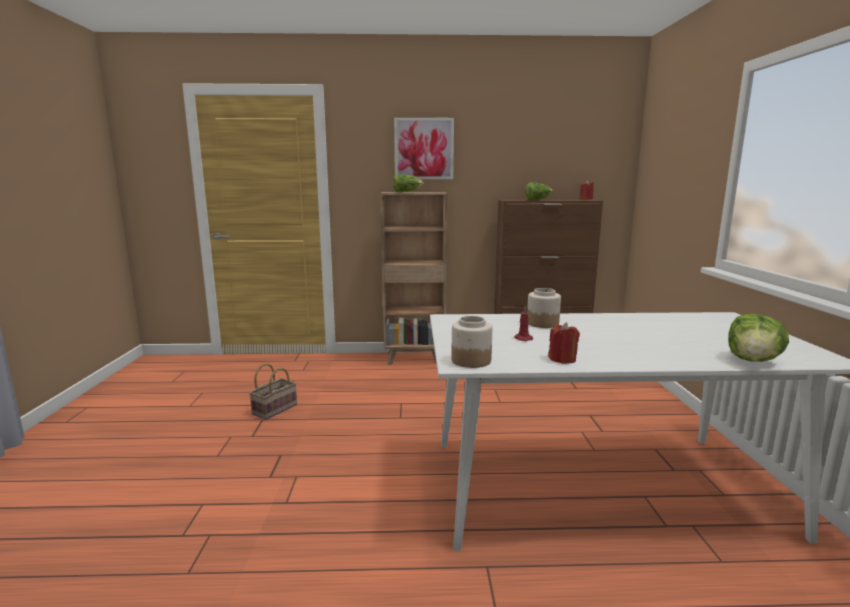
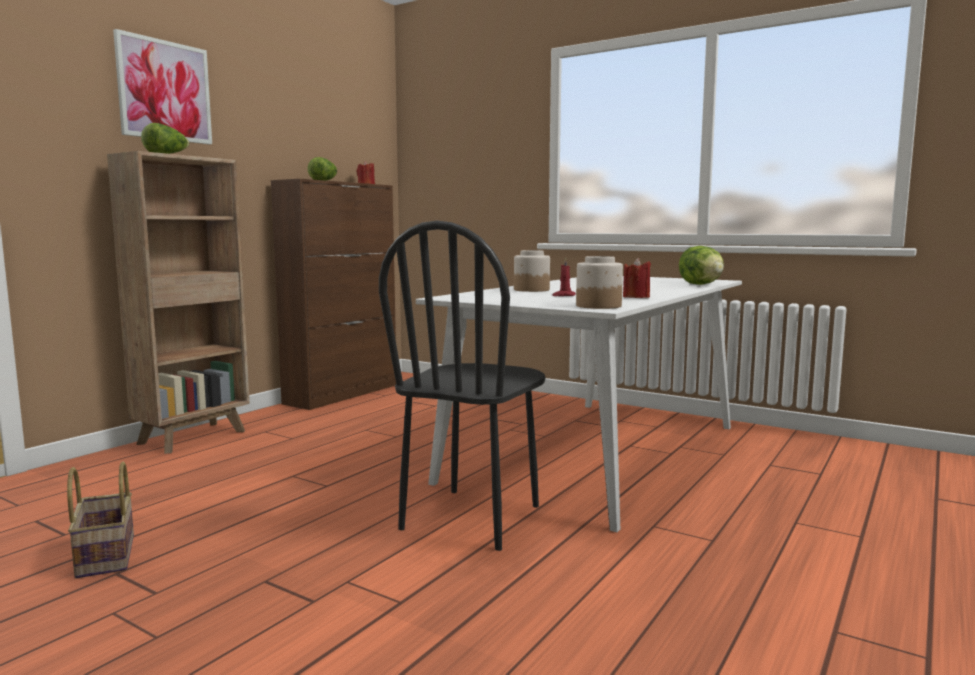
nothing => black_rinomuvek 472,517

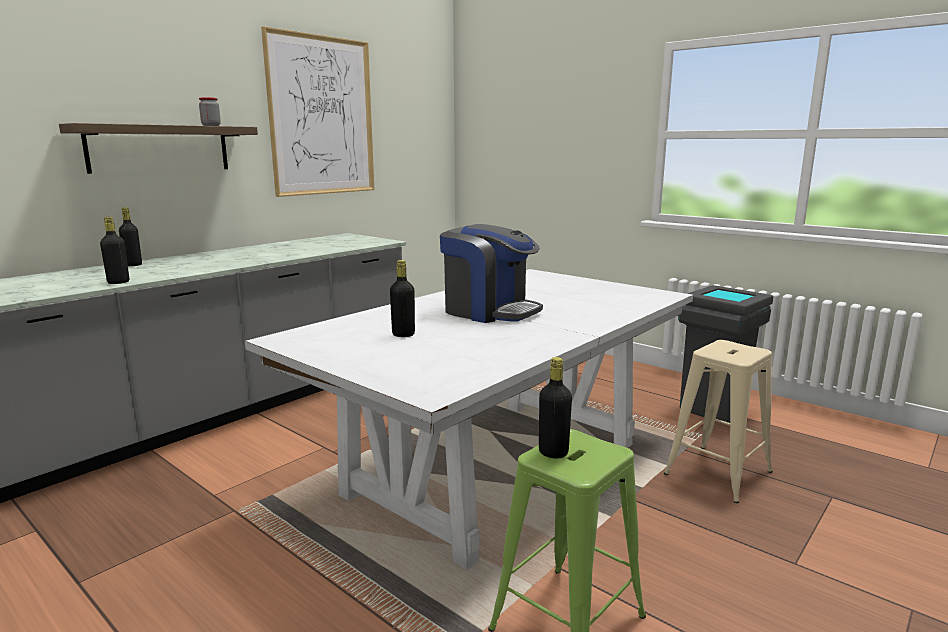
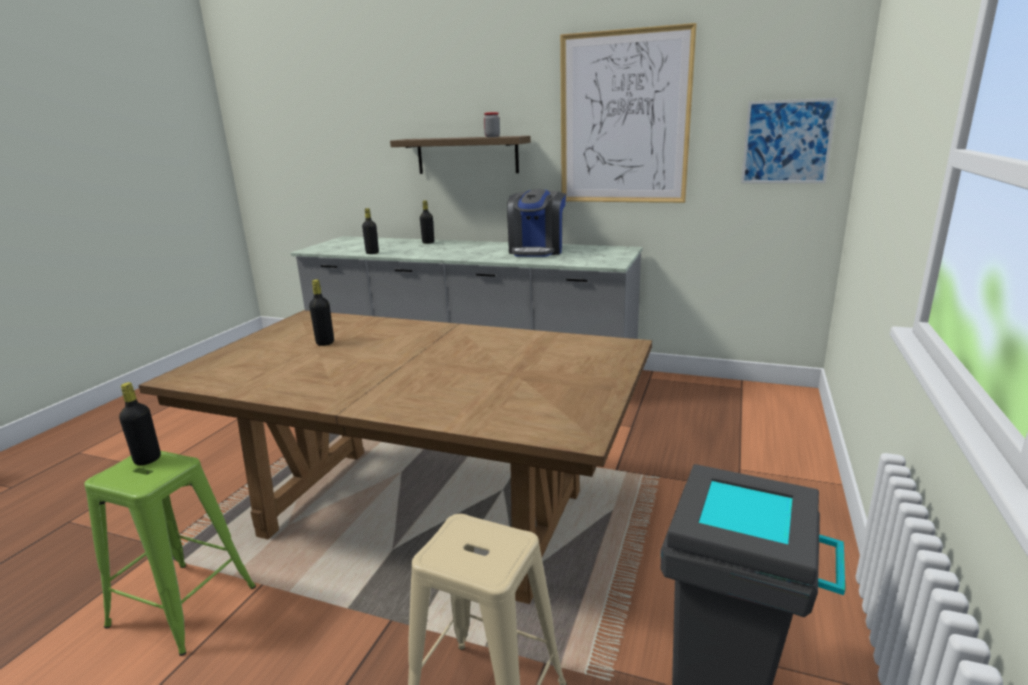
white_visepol 497,467 => brown_visepol 426,513
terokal 489,311 => terokal 537,251, move
nothing => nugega 787,142

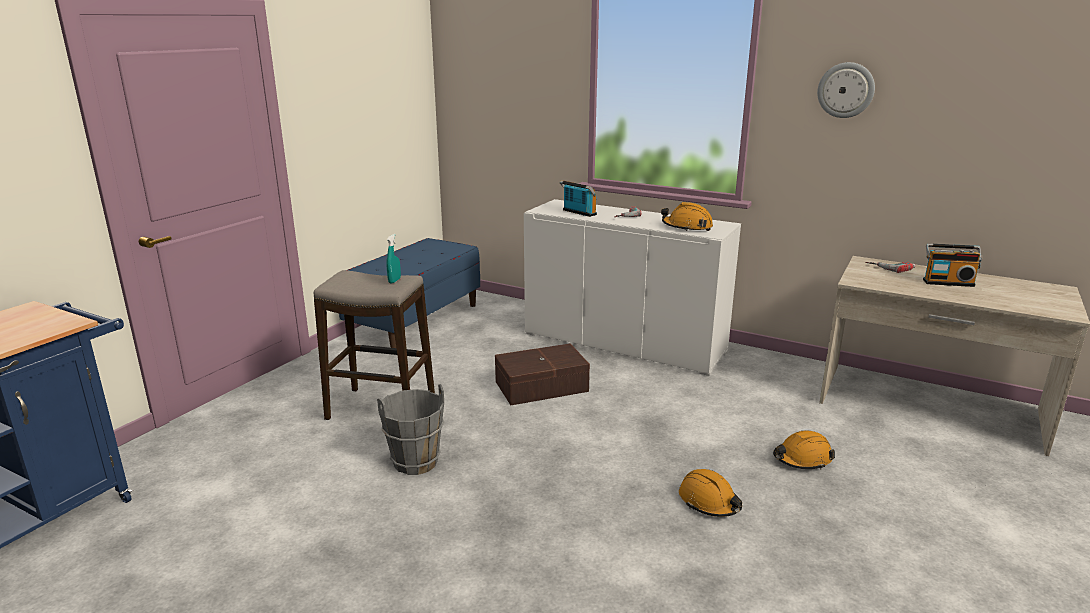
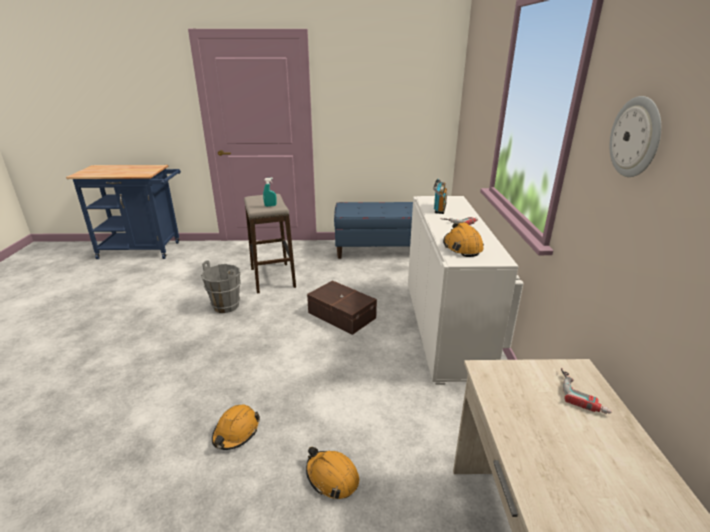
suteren 947,282 => nothing

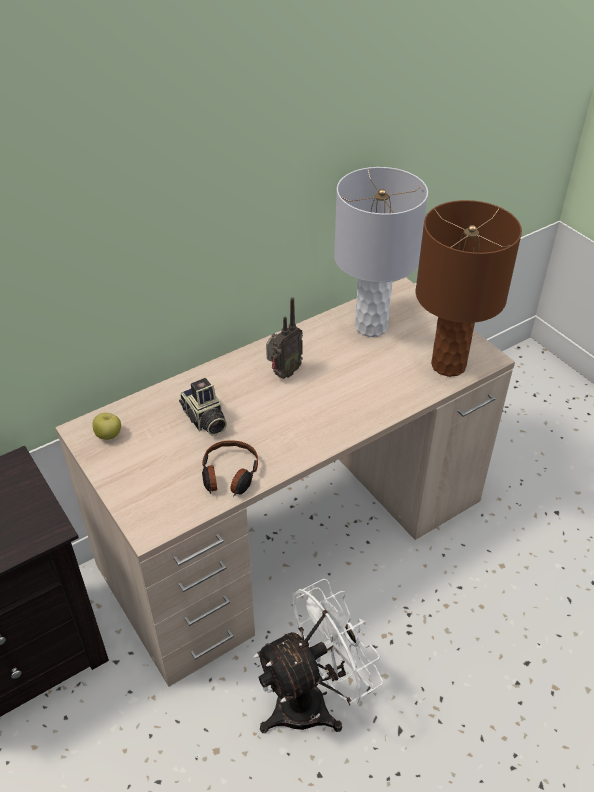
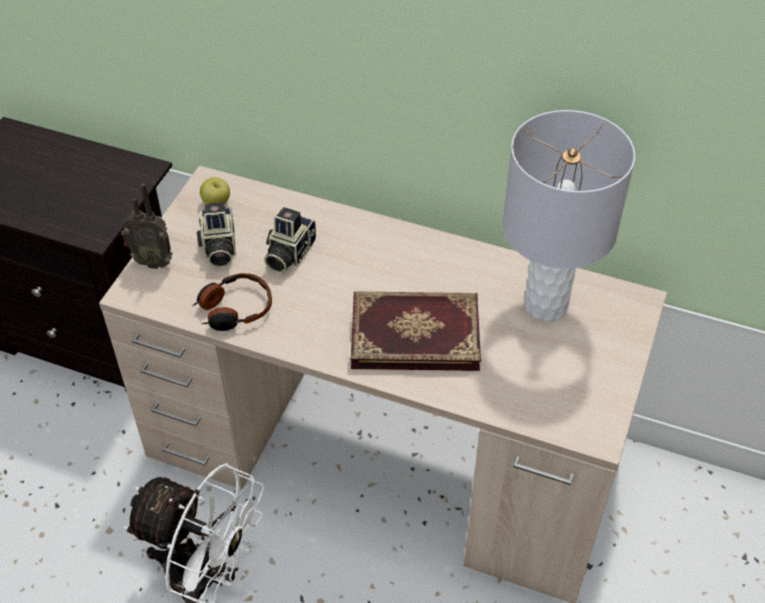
suteren 283,373 => suteren 153,261, move
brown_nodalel 449,365 => nothing
nothing => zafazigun 218,248
nothing => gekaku 415,332

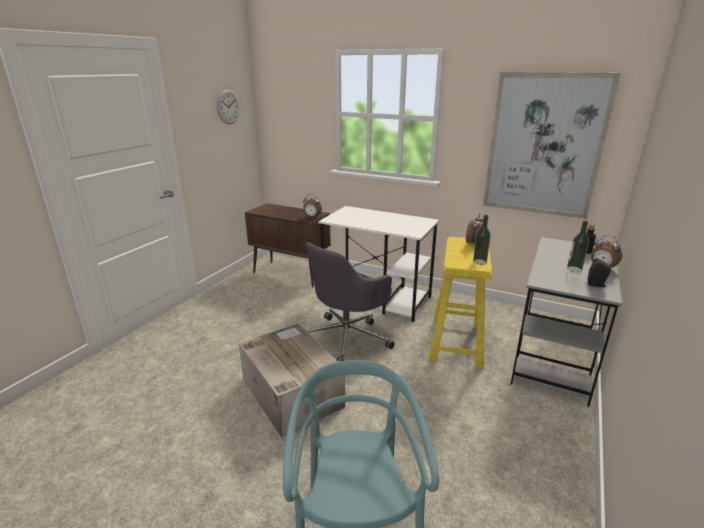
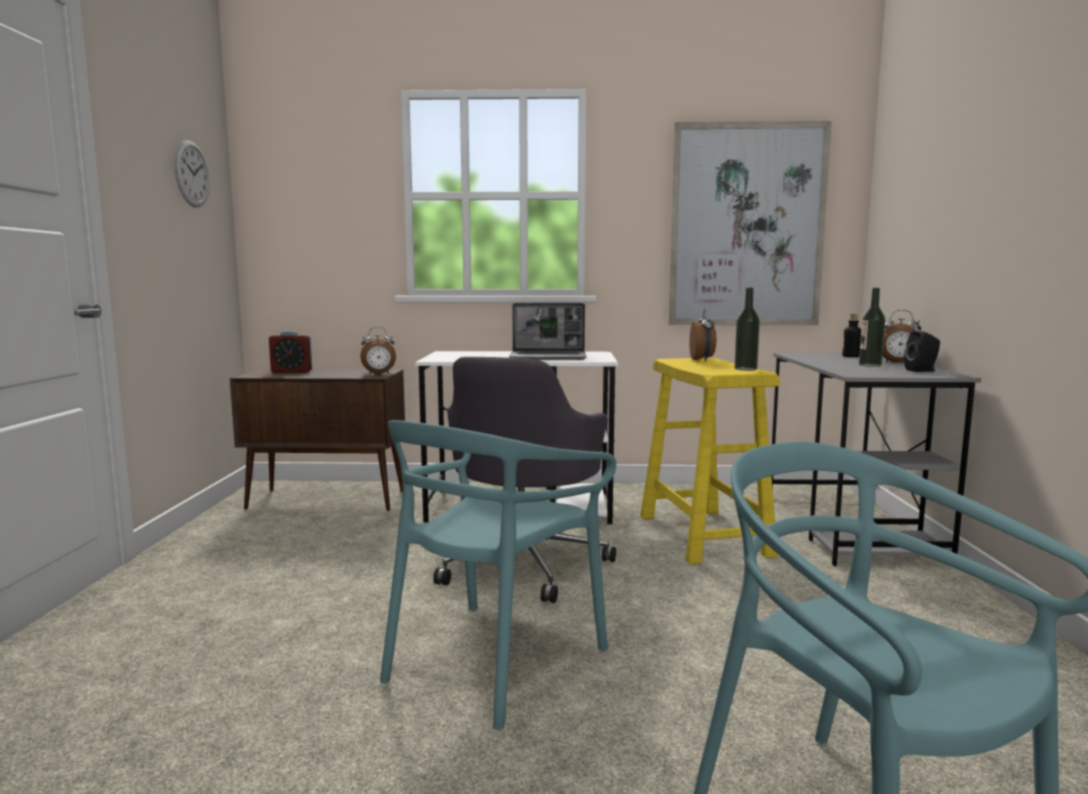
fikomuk 291,392 => turquoise_rinomuvek 493,660
nothing => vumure 291,371
nothing => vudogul 549,357

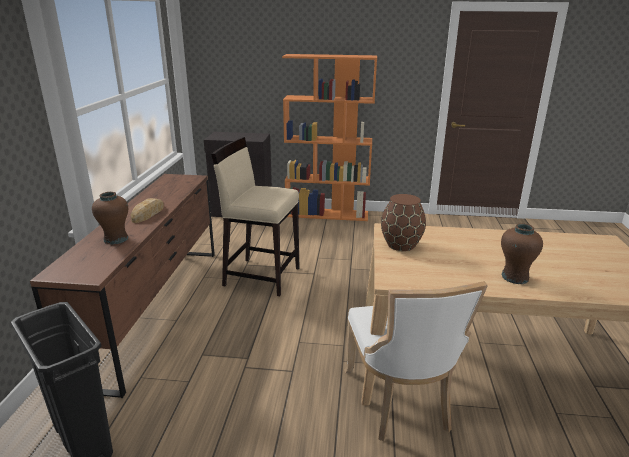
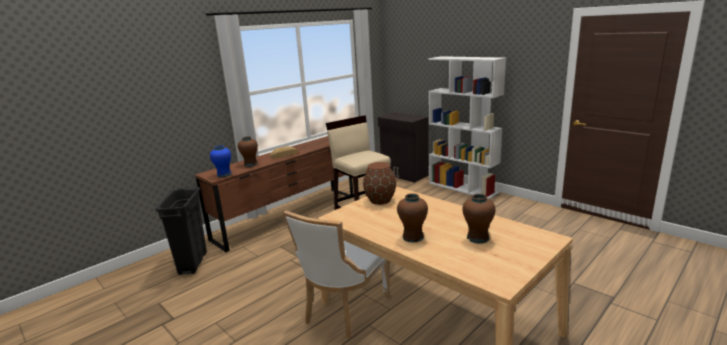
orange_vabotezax 327,214 => white_vabotezax 463,188
nothing => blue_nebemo 224,175
nothing => brown_nebemo 478,238

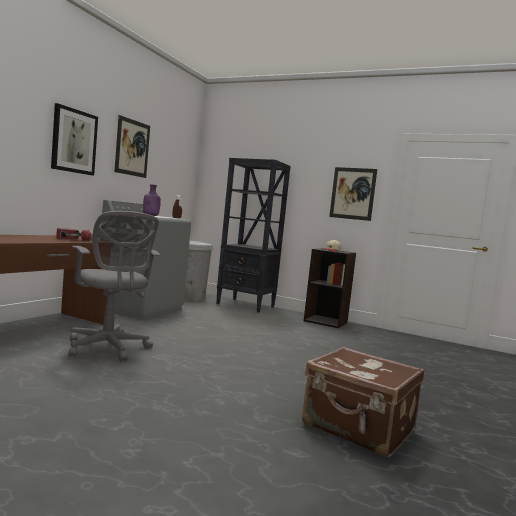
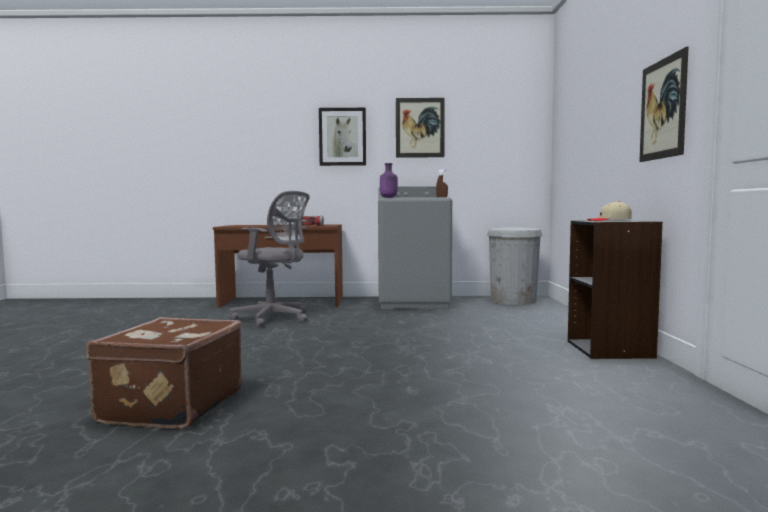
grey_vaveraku 108,348 => grey_vaveraku 274,318, 90 degrees counterclockwise
black_vabotezax 246,305 => nothing

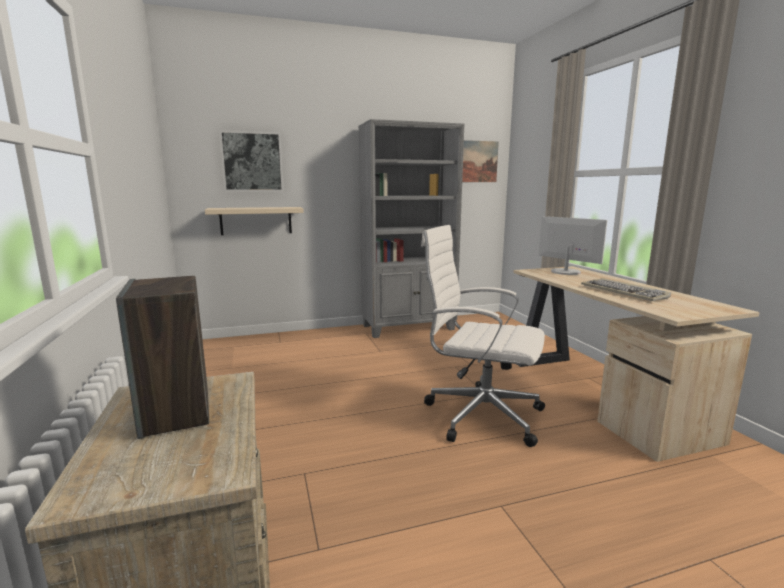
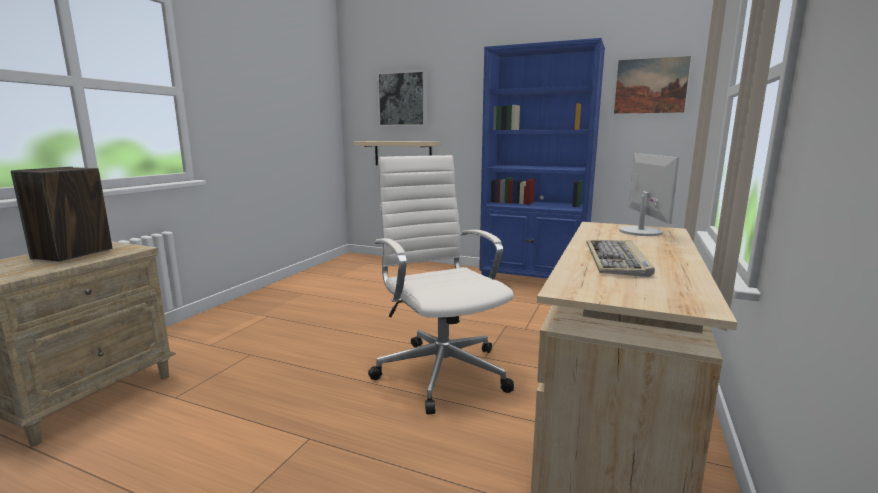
grey_vabotezax 409,327 => blue_vabotezax 534,281

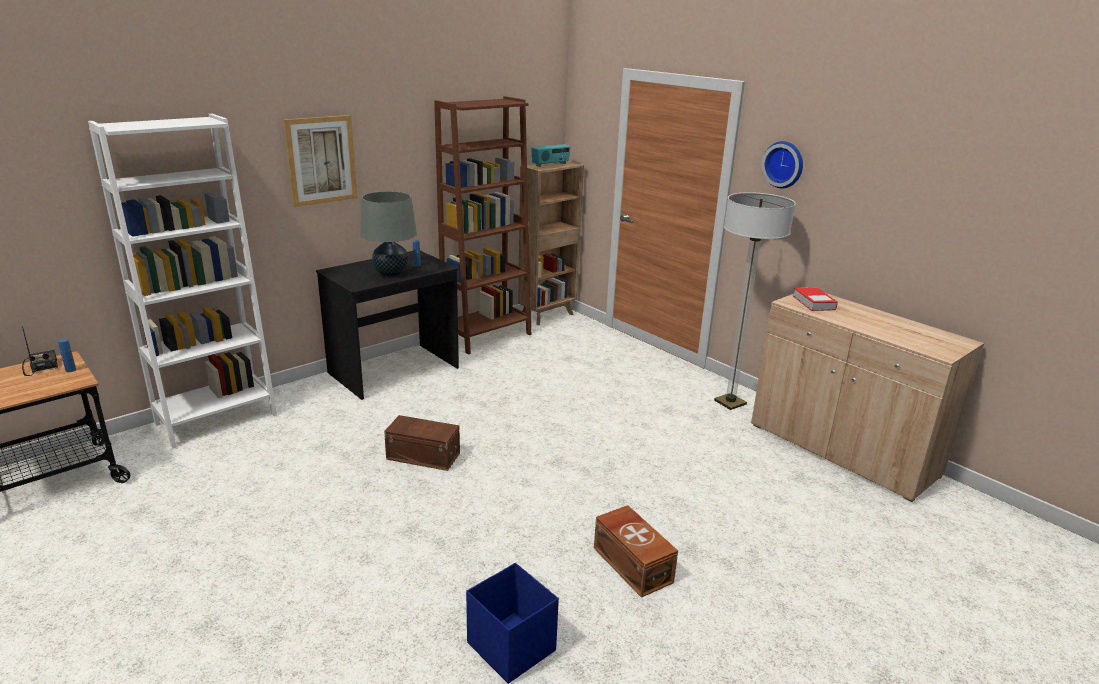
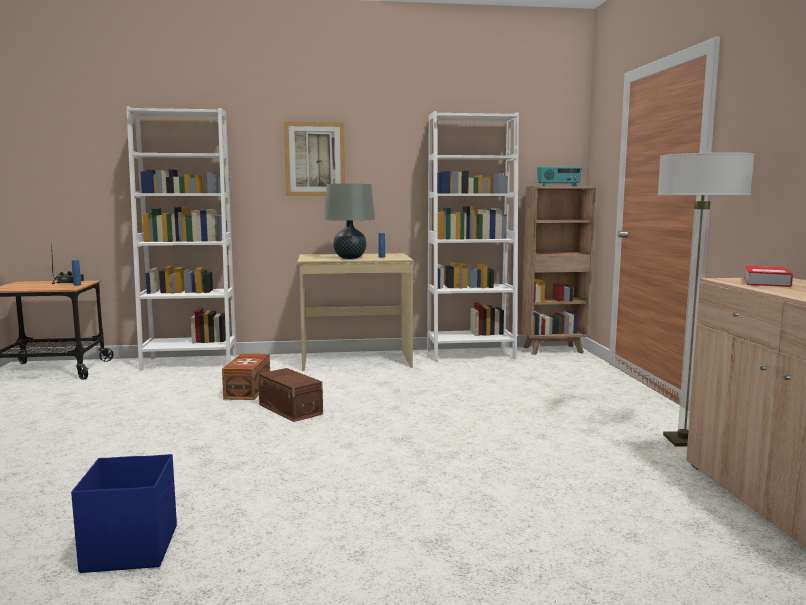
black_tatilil 394,371 => beige_tatilil 355,360
brown_vabotezax 487,336 => white_vabotezax 470,354
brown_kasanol 632,563 => brown_kasanol 249,390, move
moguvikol 784,164 => nothing

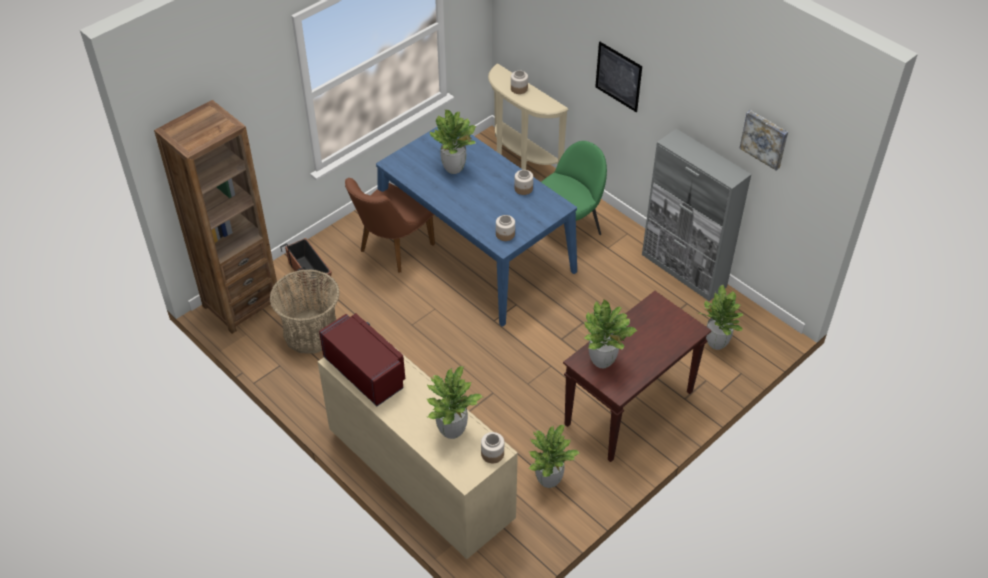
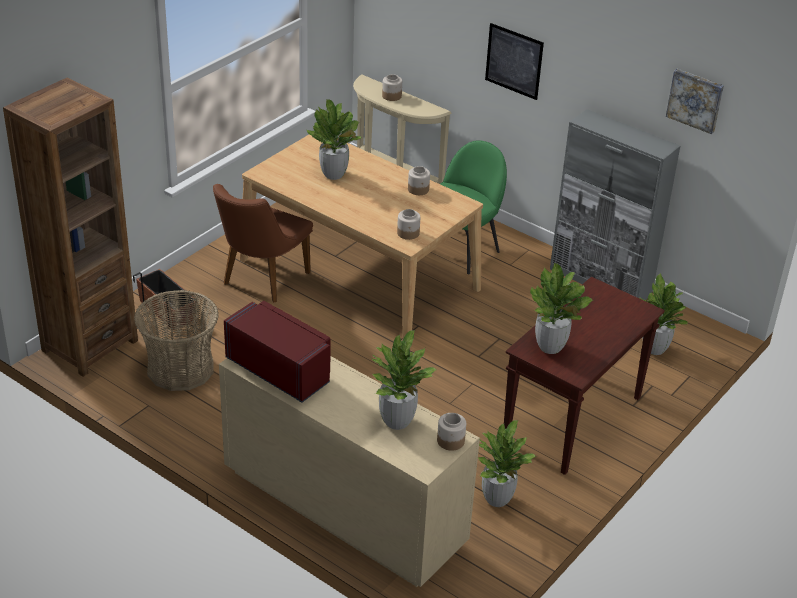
blue_visepol 475,249 => beige_visepol 359,274

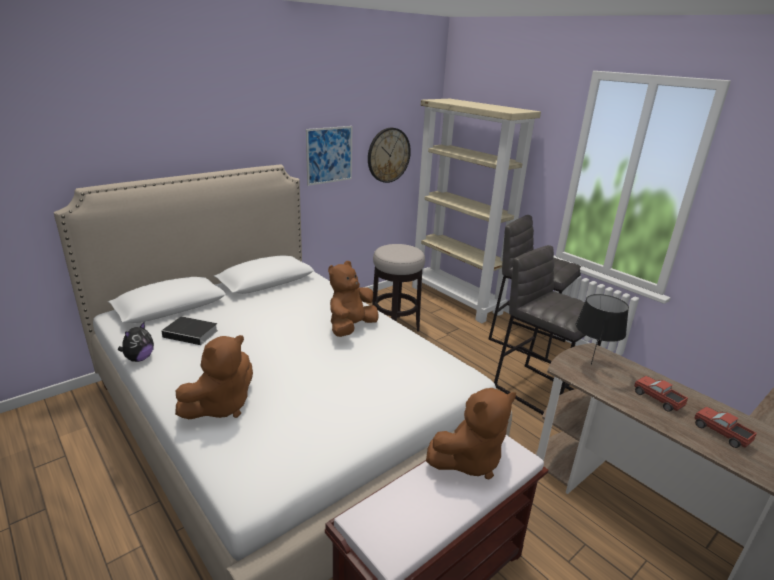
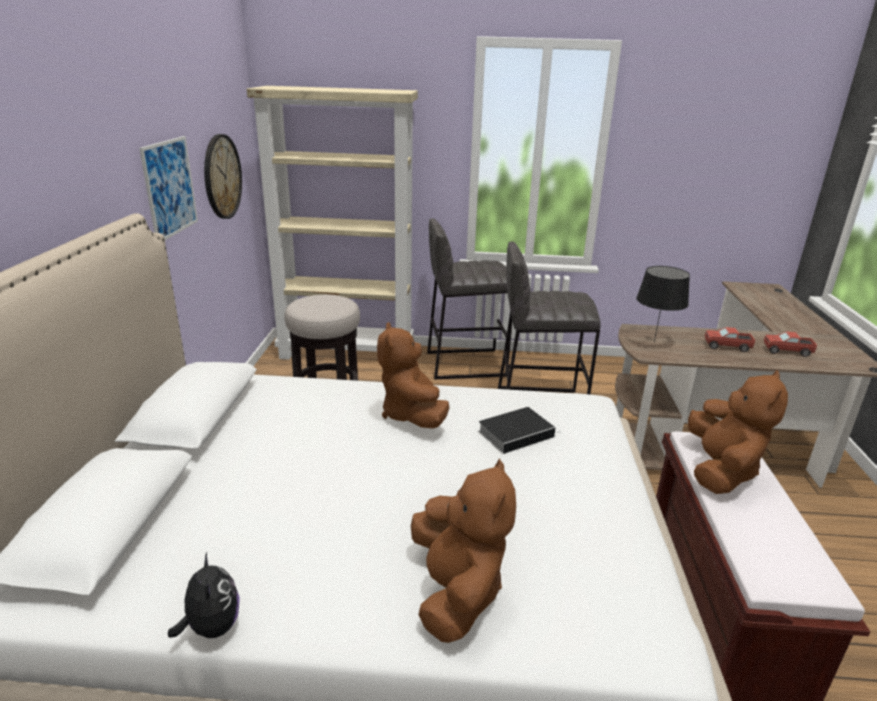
gekaku 192,334 => gekaku 517,433, move

